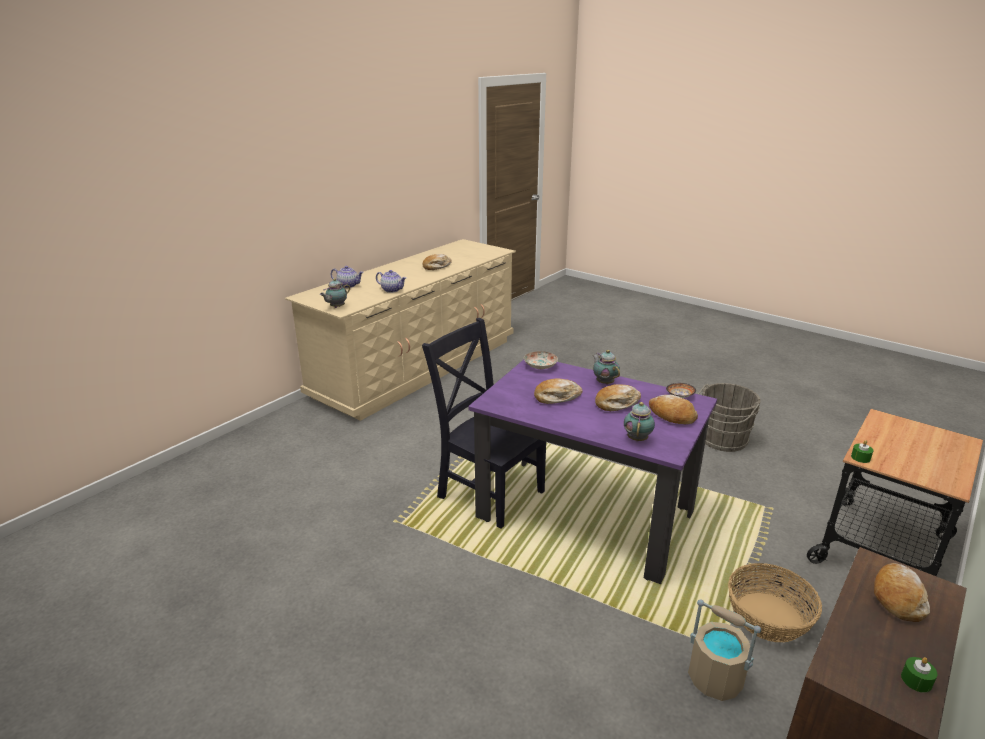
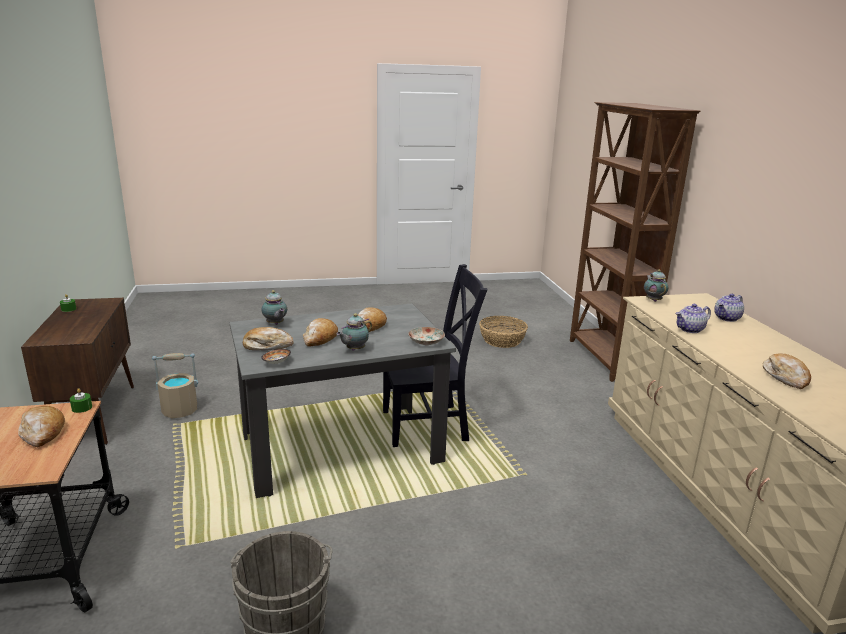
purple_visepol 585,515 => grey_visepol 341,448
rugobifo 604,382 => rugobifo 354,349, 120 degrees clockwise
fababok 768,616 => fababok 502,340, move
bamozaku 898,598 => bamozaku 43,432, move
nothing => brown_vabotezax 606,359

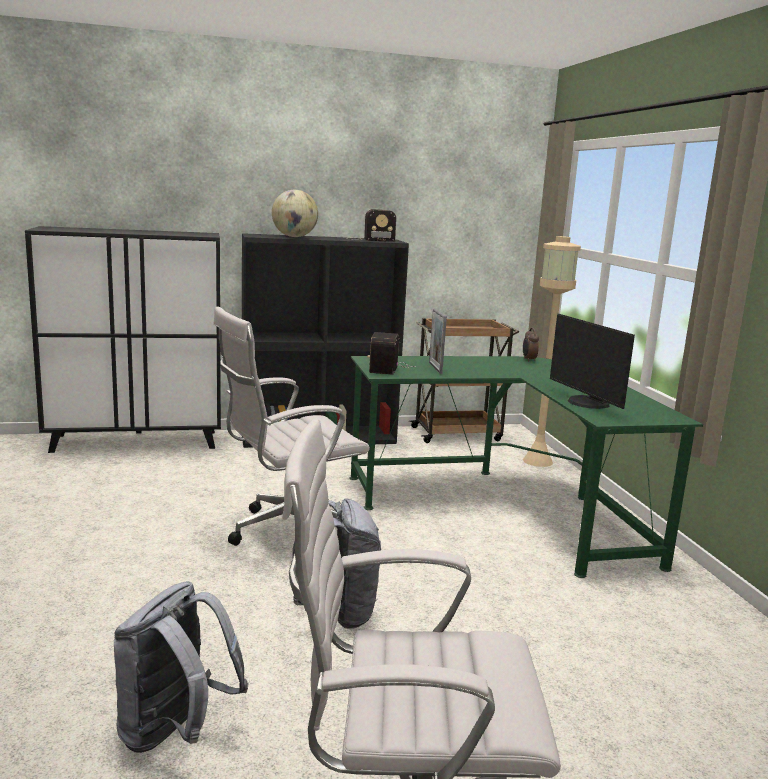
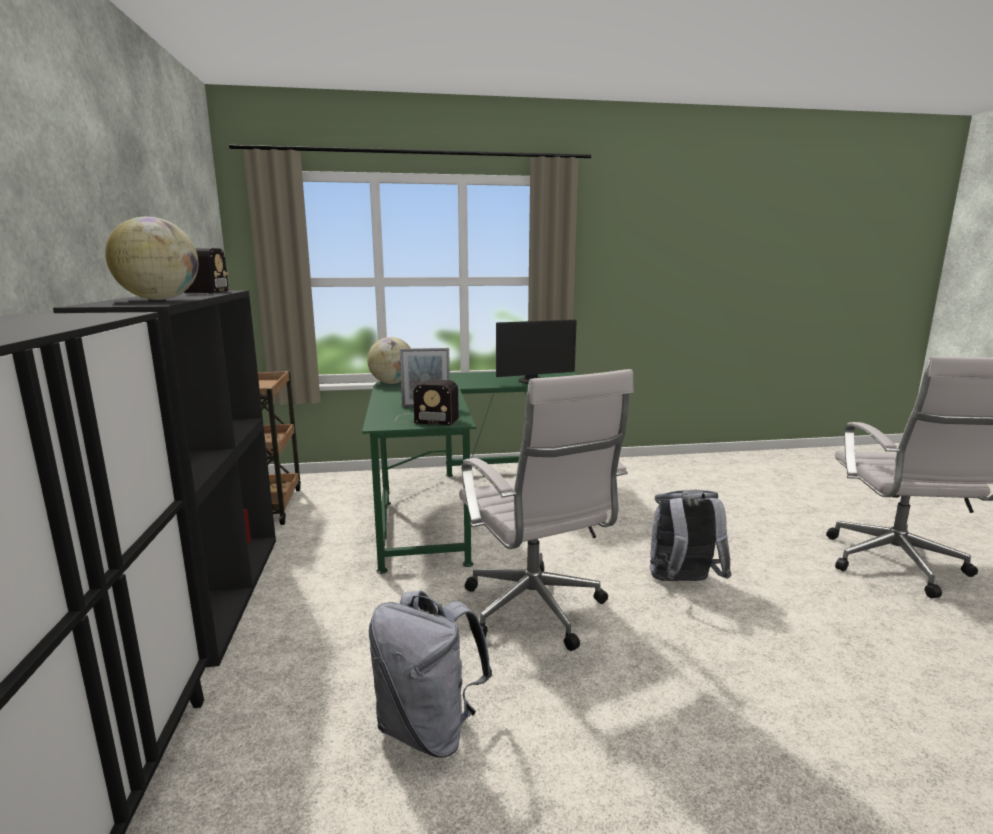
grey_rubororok 174,733 => grey_rubororok 429,729, move
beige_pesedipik 538,461 => nothing
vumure 528,360 => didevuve 392,383

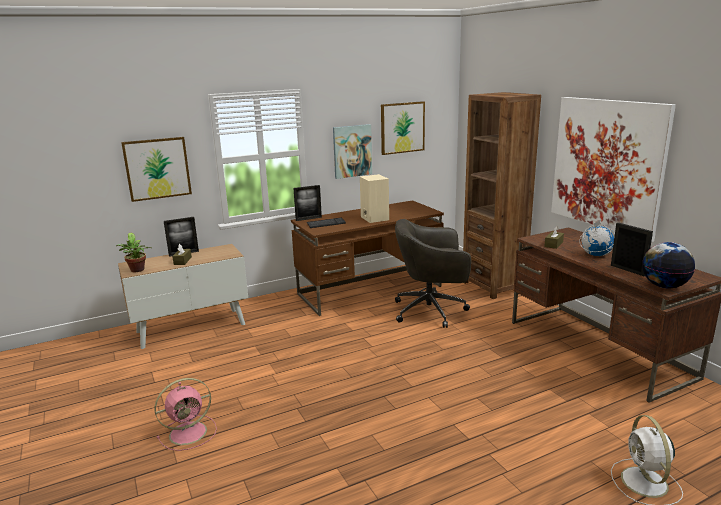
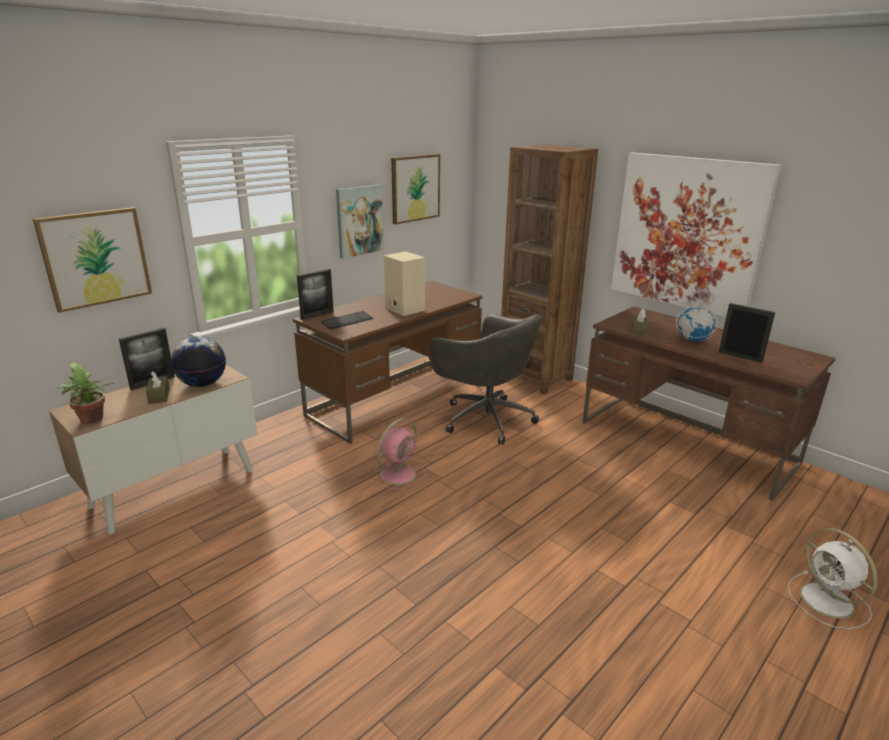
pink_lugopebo 190,432 => pink_lugopebo 399,473, move
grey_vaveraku 431,311 => grey_vaveraku 485,418, 120 degrees counterclockwise
didevuve 664,286 => didevuve 202,384, move

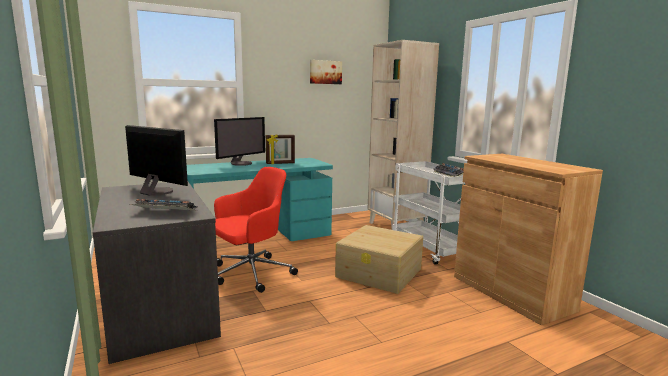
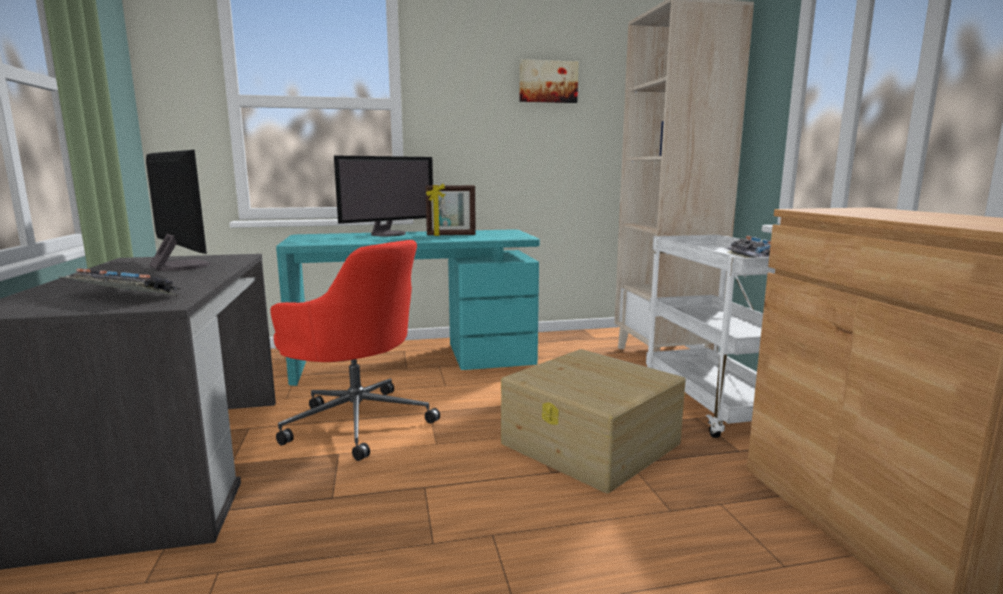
red_vaveraku 250,273 => red_vaveraku 357,421, 60 degrees clockwise

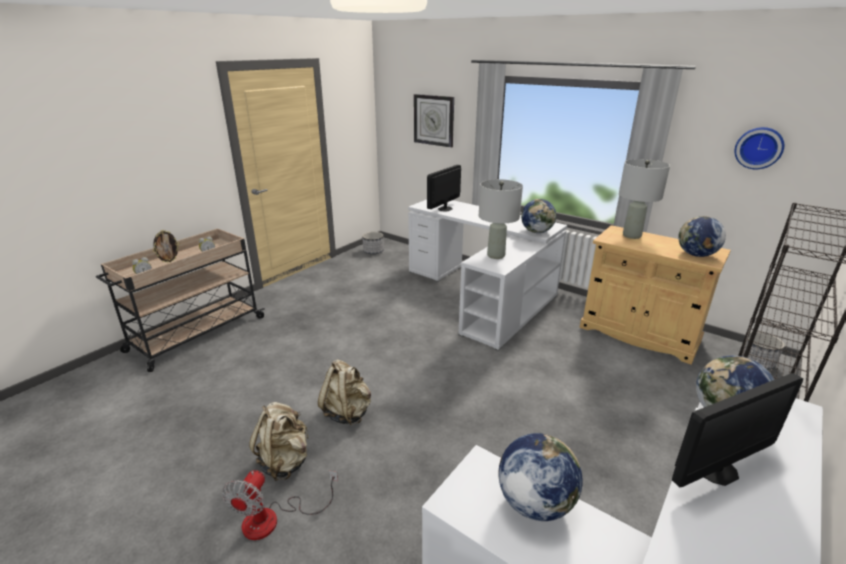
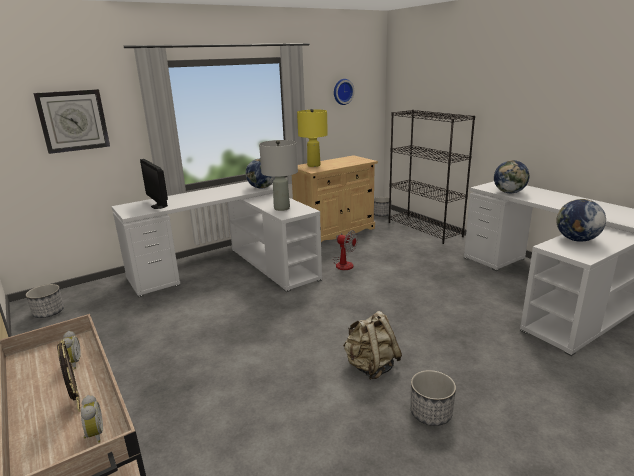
lugopebo 273,519 => lugopebo 343,263, move
beige_rubororok 285,461 => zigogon 430,413
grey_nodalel 631,236 => yellow_nodalel 314,165
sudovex 716,470 => nothing
didevuve 696,255 => nothing

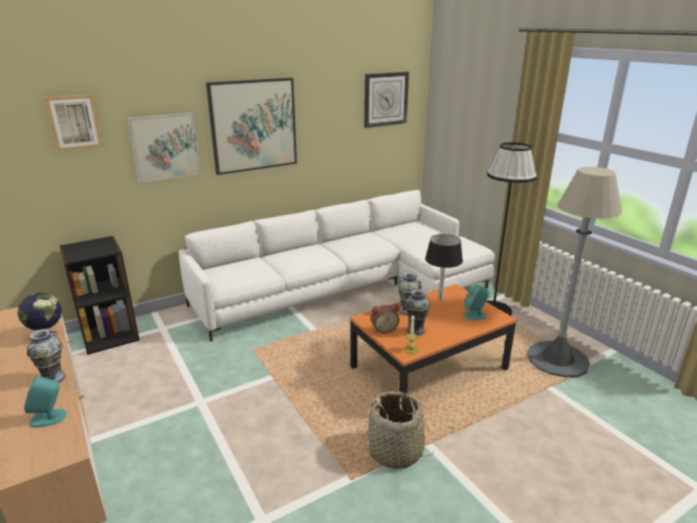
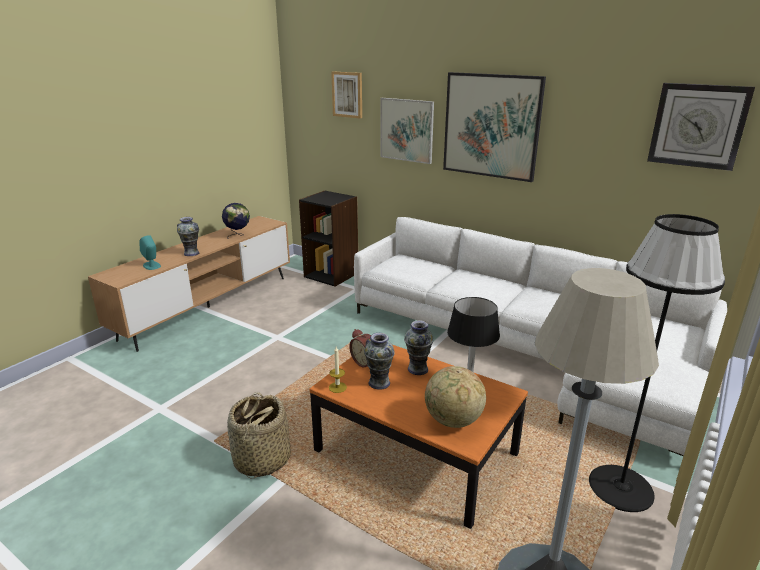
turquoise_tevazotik 475,315 => didevuve 453,421

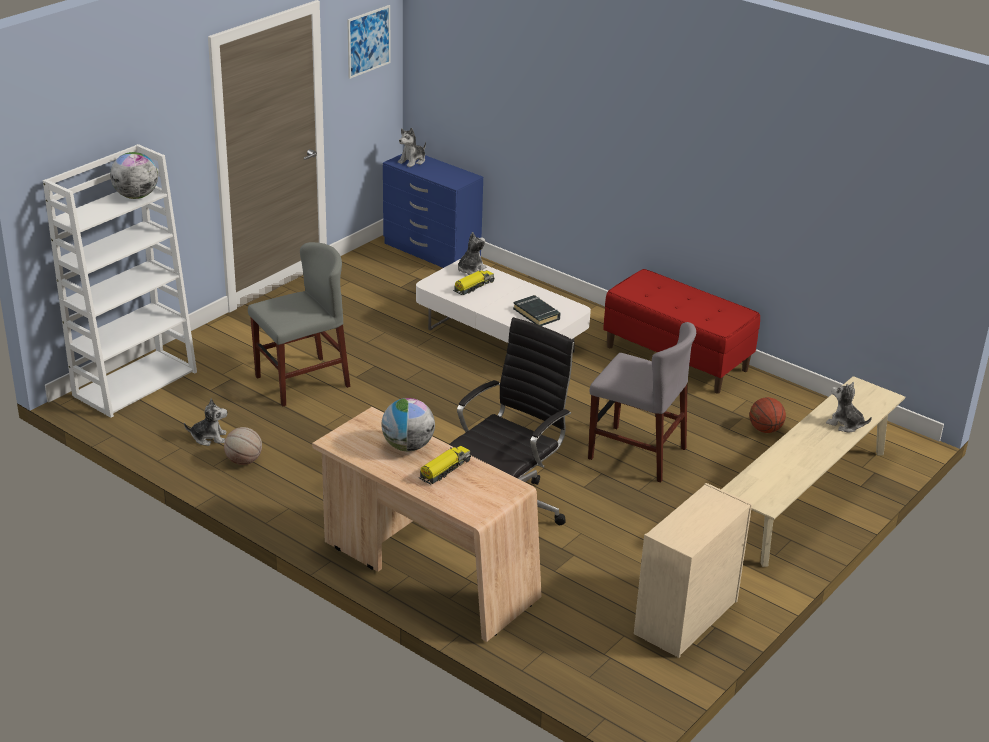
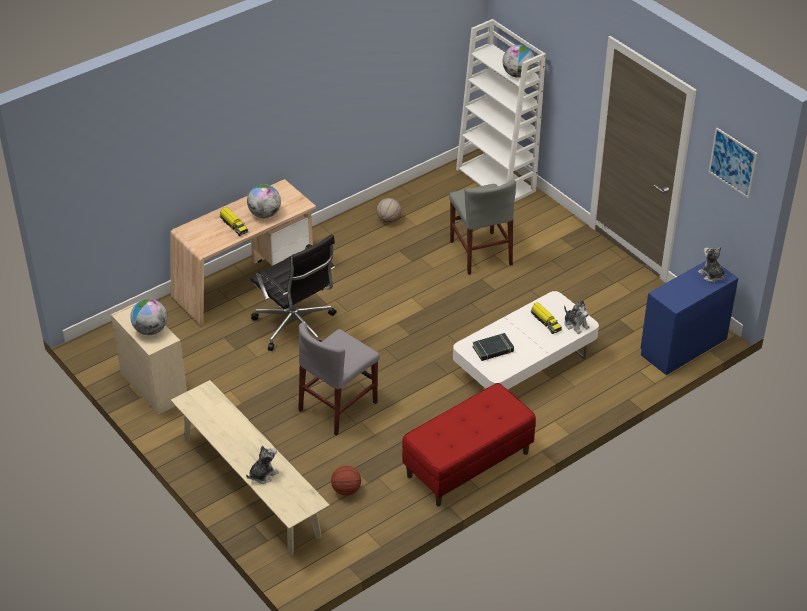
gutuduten 209,438 => nothing
nothing => didevuve 150,330

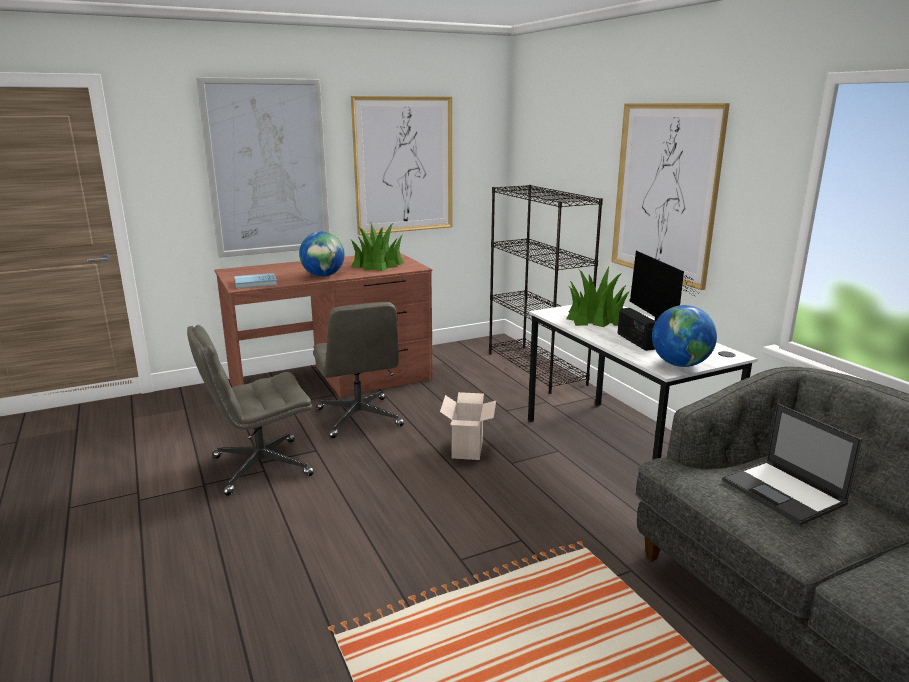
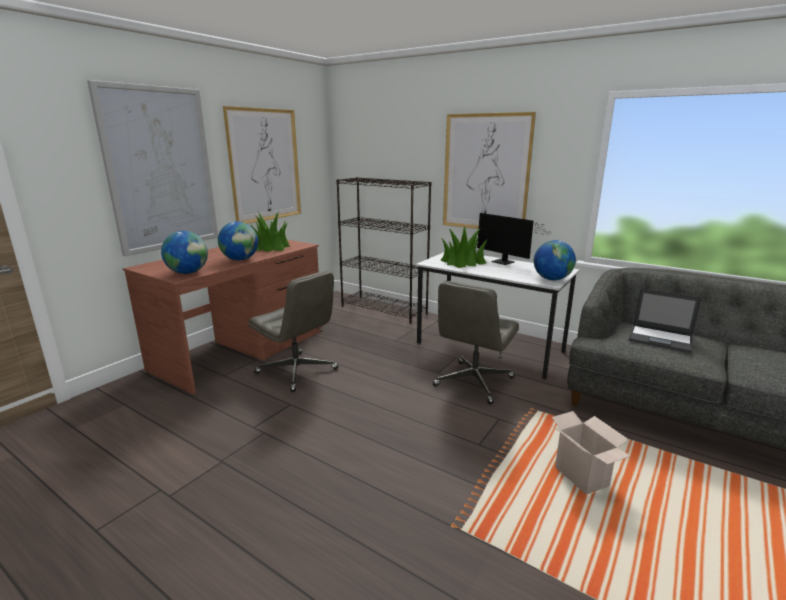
grey_vaveraku 260,467 => grey_vaveraku 474,382, move
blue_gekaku 255,283 => didevuve 188,273
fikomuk 468,450 => fikomuk 583,477, move
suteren 635,341 => nothing

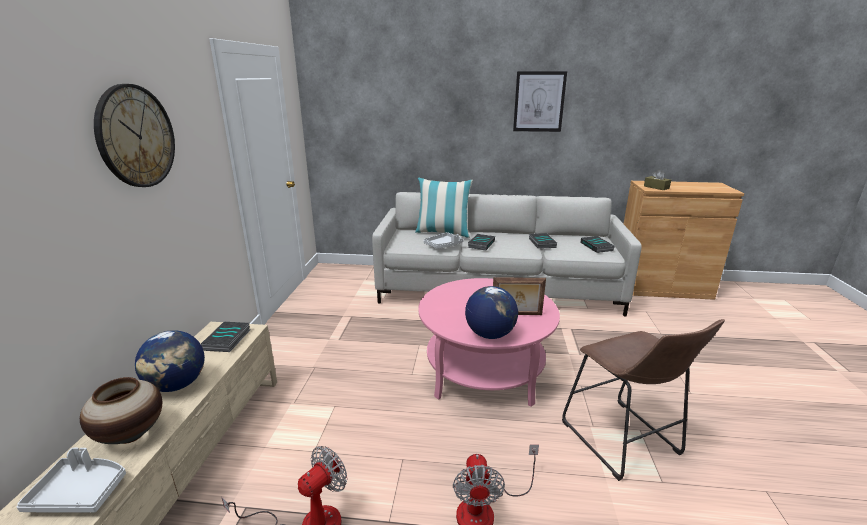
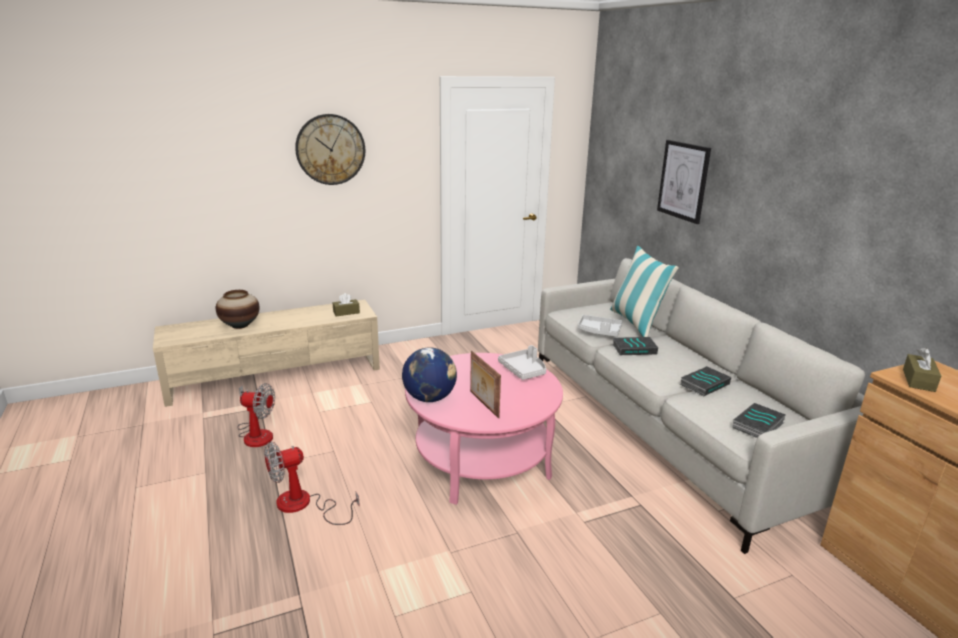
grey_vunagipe 80,492 => grey_vunagipe 523,370, move
didevuve 177,385 => nothing
gekaku 228,340 => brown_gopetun 346,312
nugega 539,102 => nugega 683,181, move
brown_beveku 623,442 => nothing

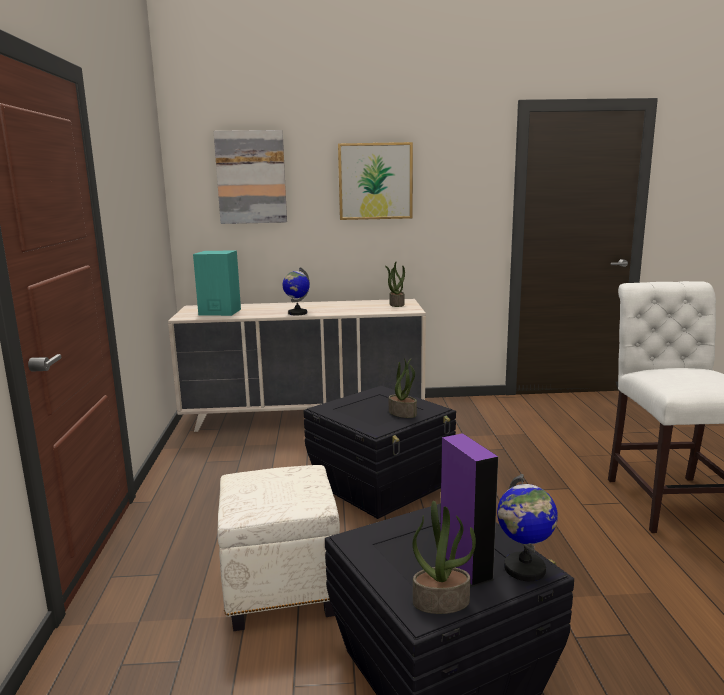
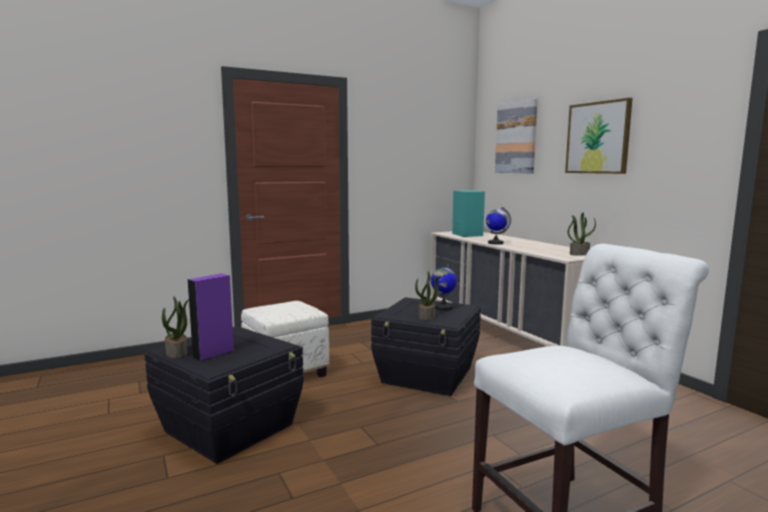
didevuve 524,569 => didevuve 443,308, move

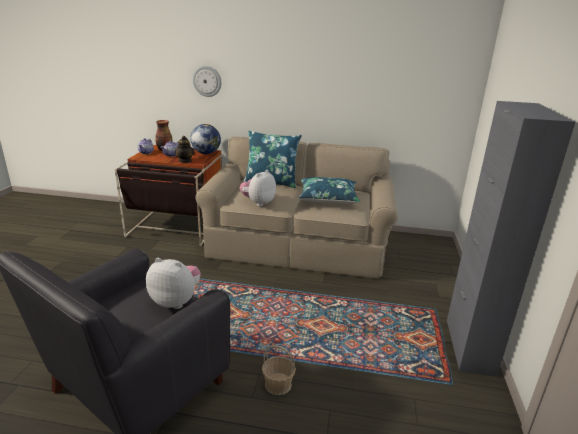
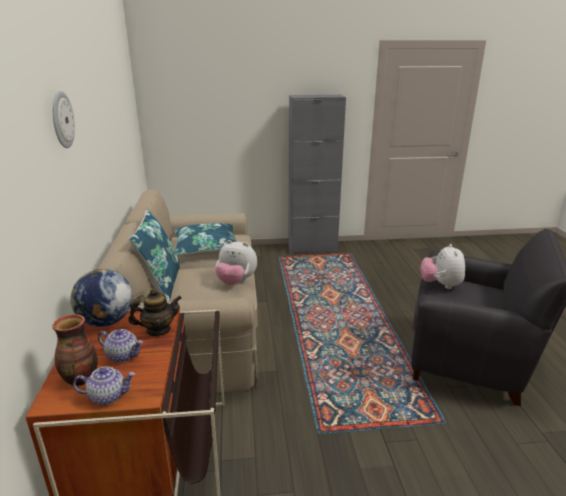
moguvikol 207,81 => moguvikol 62,120, move
fababok 278,384 => nothing

